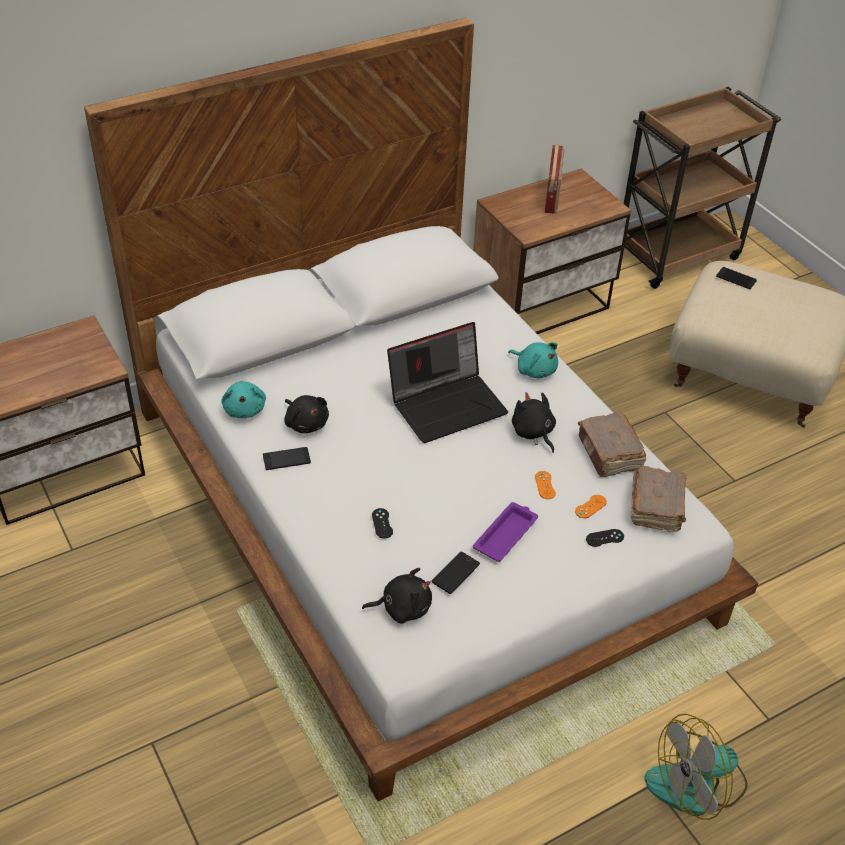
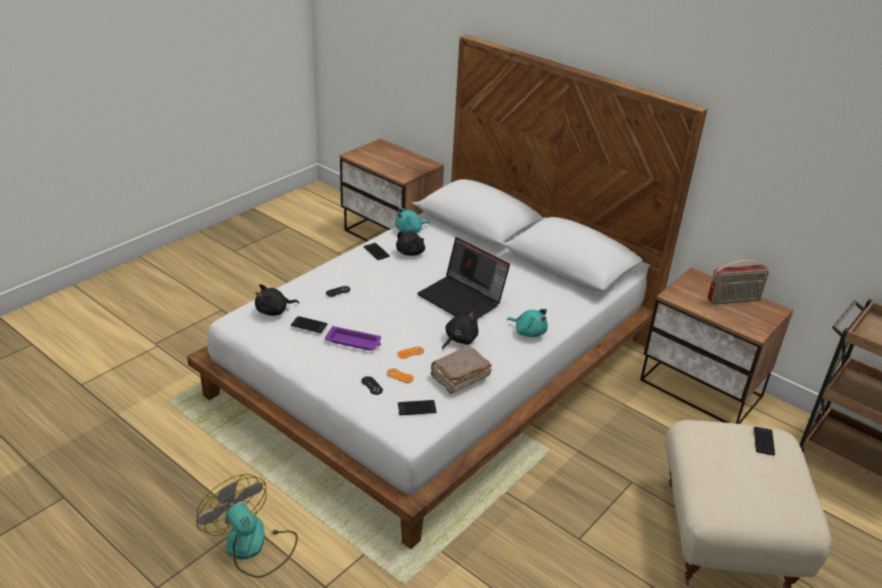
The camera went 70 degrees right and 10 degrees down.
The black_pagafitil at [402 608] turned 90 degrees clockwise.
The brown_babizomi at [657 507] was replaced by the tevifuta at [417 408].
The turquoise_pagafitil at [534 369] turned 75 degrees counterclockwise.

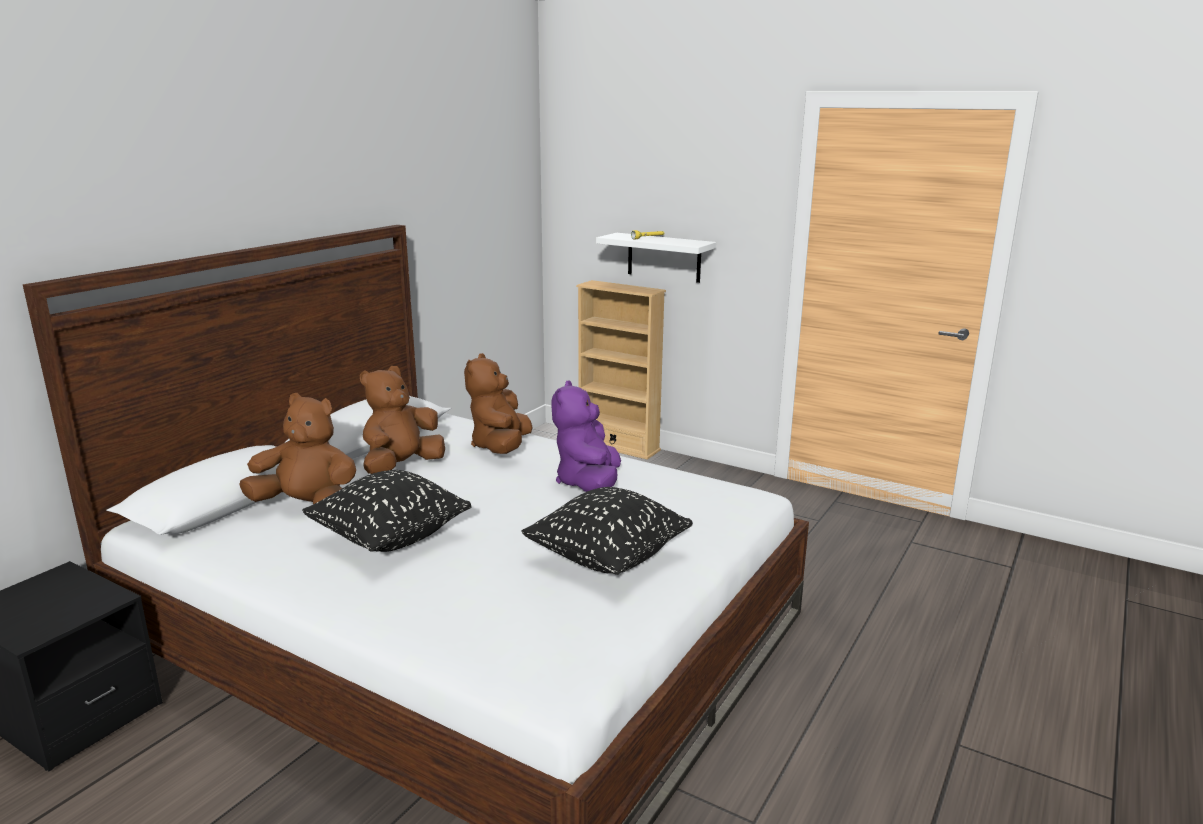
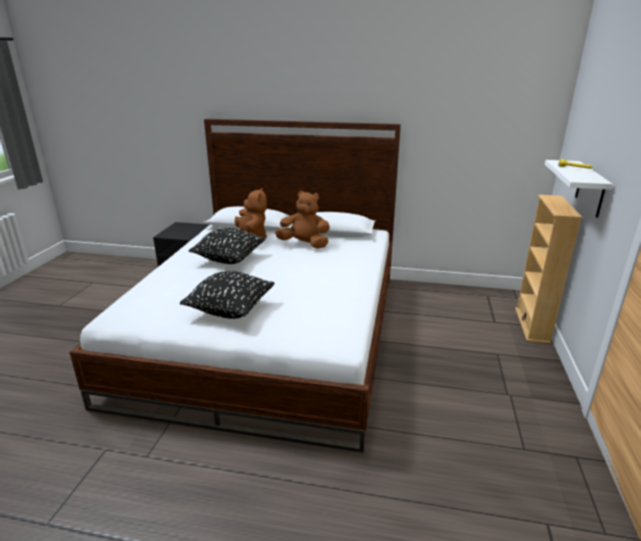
The camera went 70 degrees right and 5 degrees up.
The brown_pagafitil at [501 447] disappeared.
The purple_pagafitil at [588 483] disappeared.

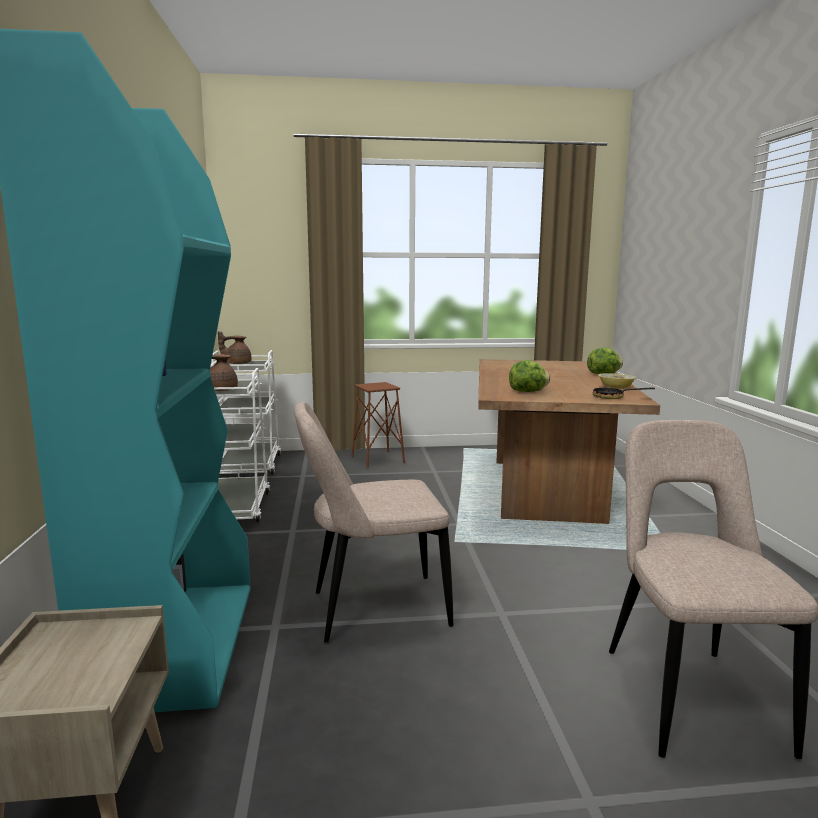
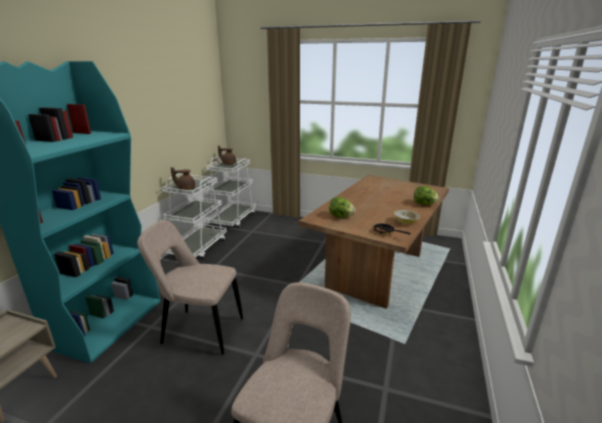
The camera went 25 degrees right and 10 degrees up.
The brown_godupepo at [378 459] disappeared.

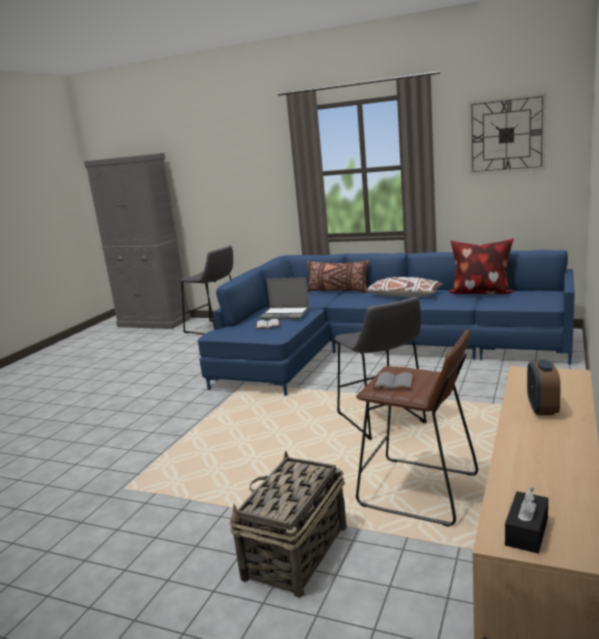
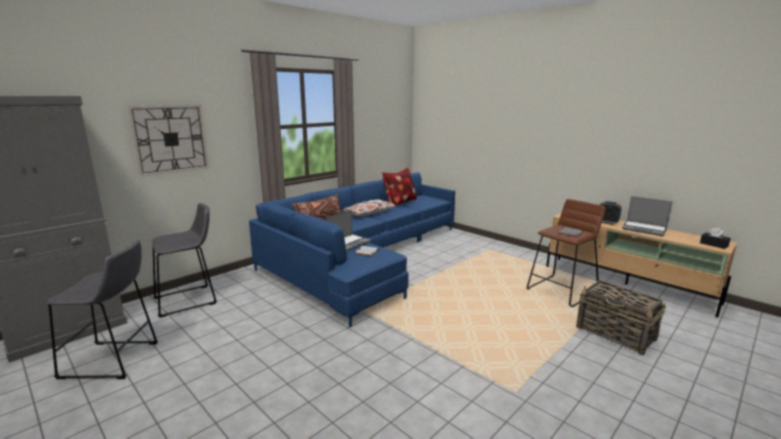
The camera went 70 degrees left and 0 degrees up.
The grey_godupepo moved from [382 420] to [114 360].
The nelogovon moved from [506 135] to [170 139].
The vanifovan at [644 229] appeared.

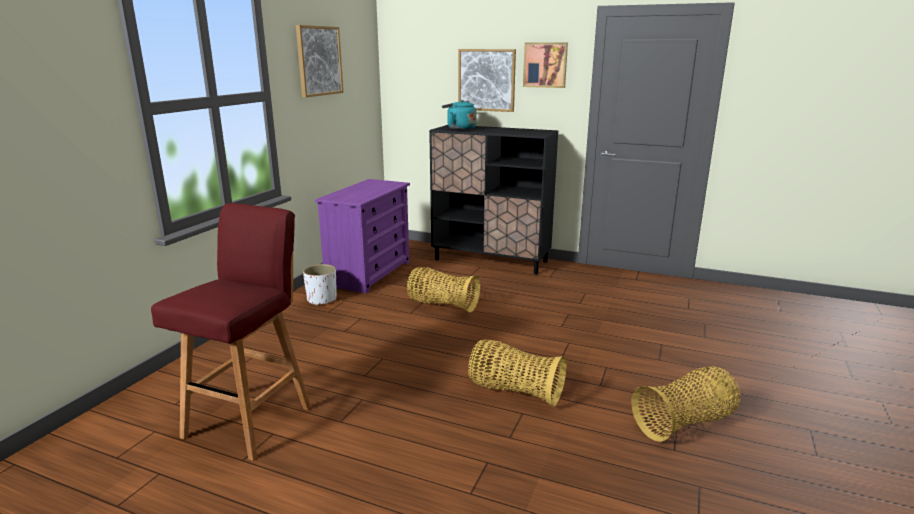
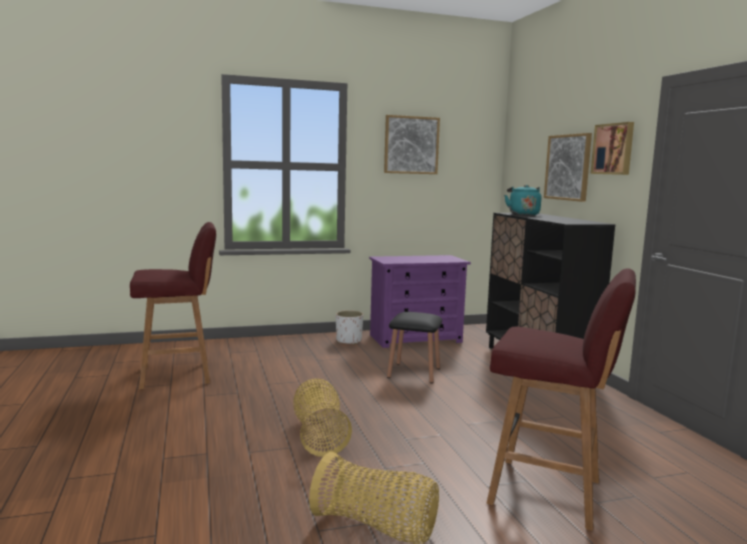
The camera went 50 degrees right and 10 degrees down.
The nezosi at [442 304] was replaced by the black_godupepo at [414 373].
The red_godupepo at [548 493] appeared.

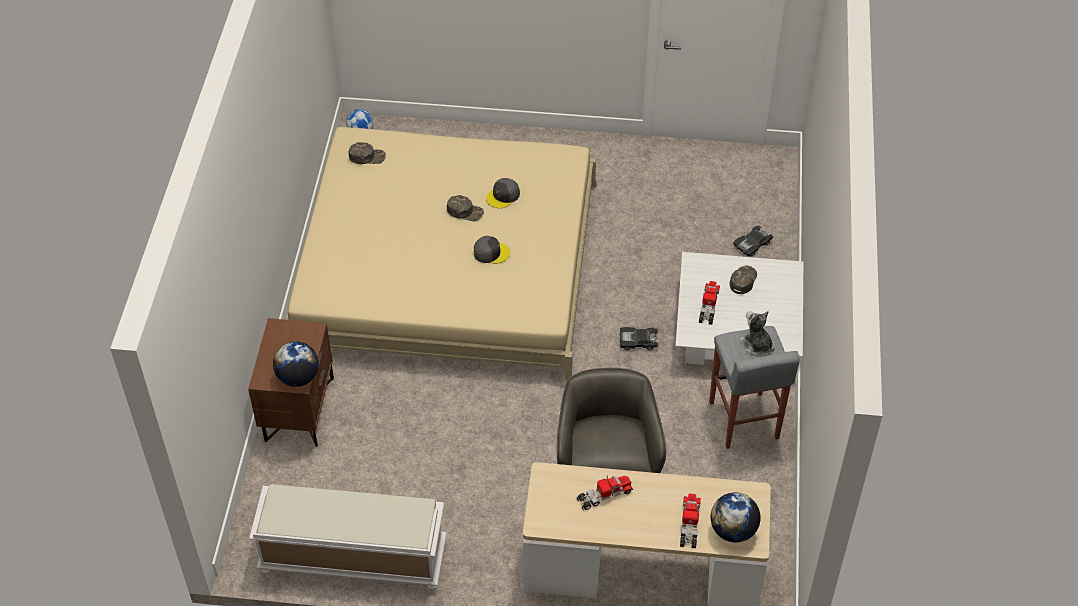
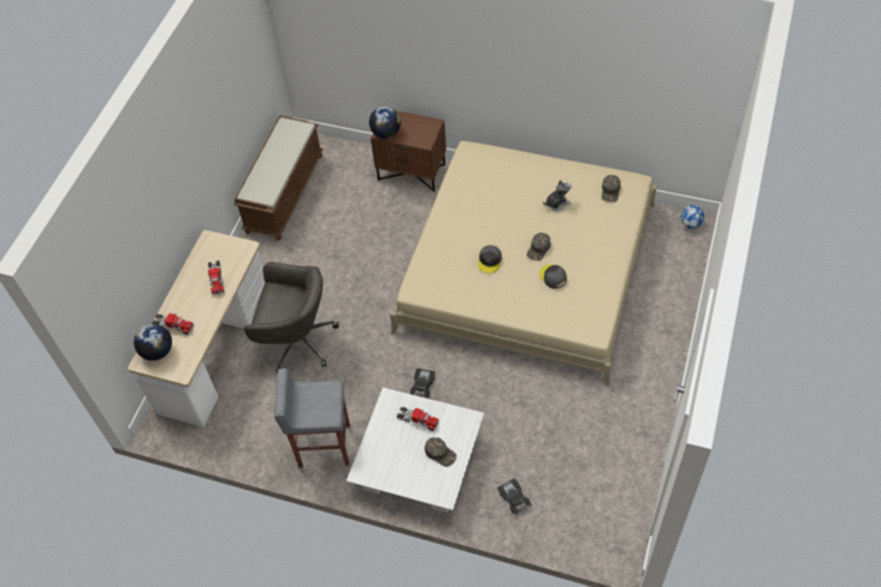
The camera went 105 degrees right and 5 degrees up.
The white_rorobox at [352 558] became the brown_rorobox at [284 192].
The pagafitil moved from [756 345] to [557 203].

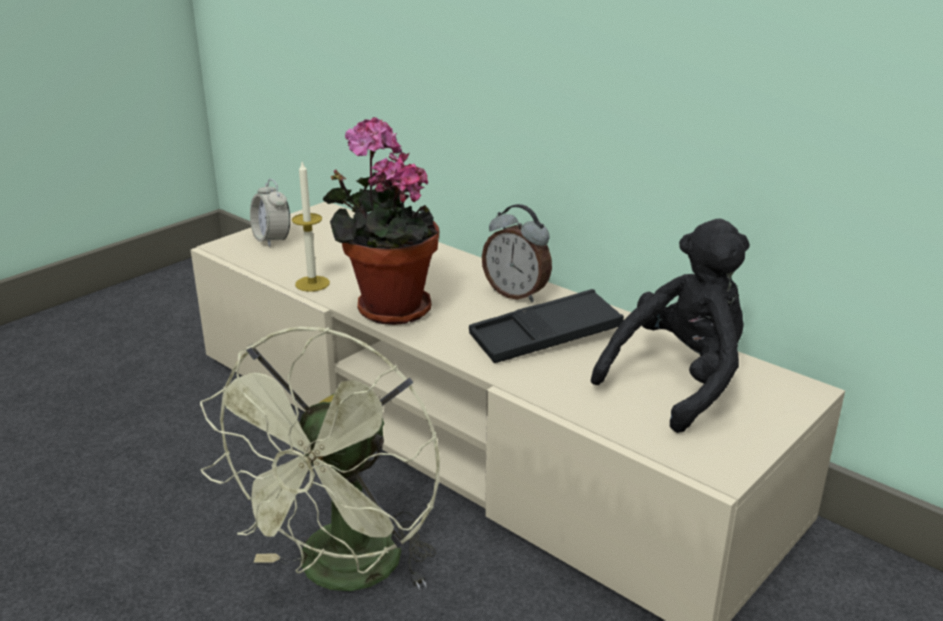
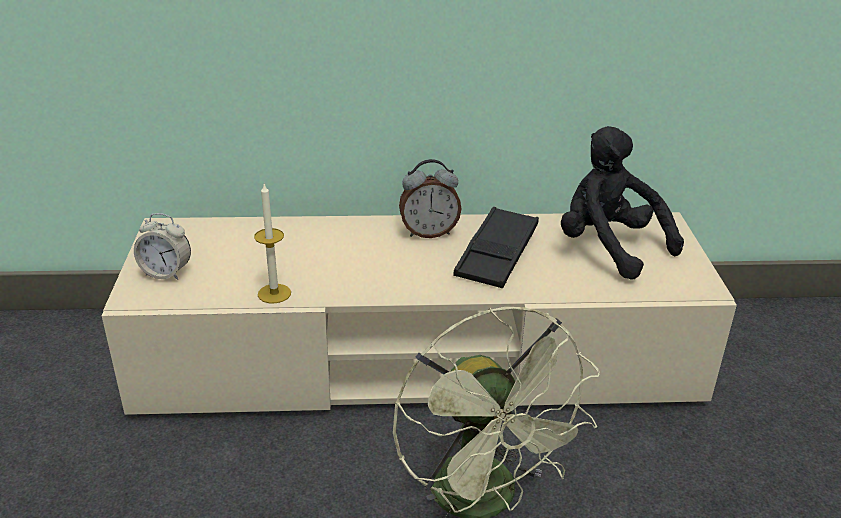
The camera went 45 degrees left and 5 degrees up.
The black_pagafitil at [679 382] turned 45 degrees counterclockwise.
The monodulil at [387 308] disappeared.

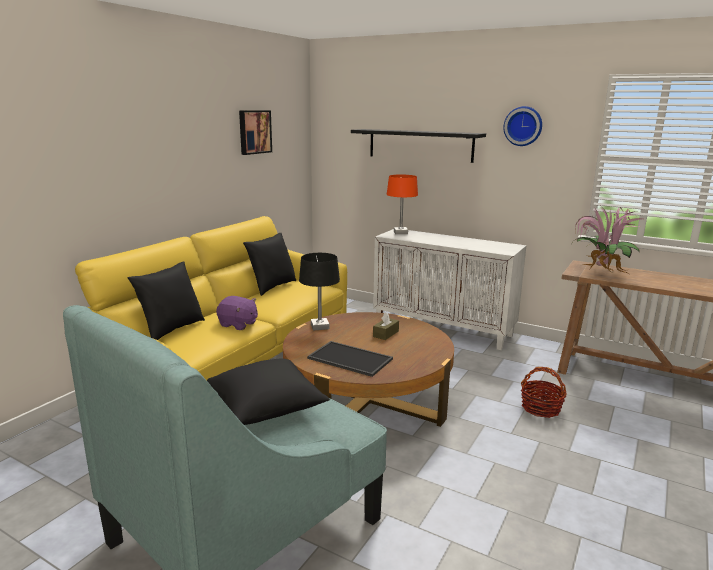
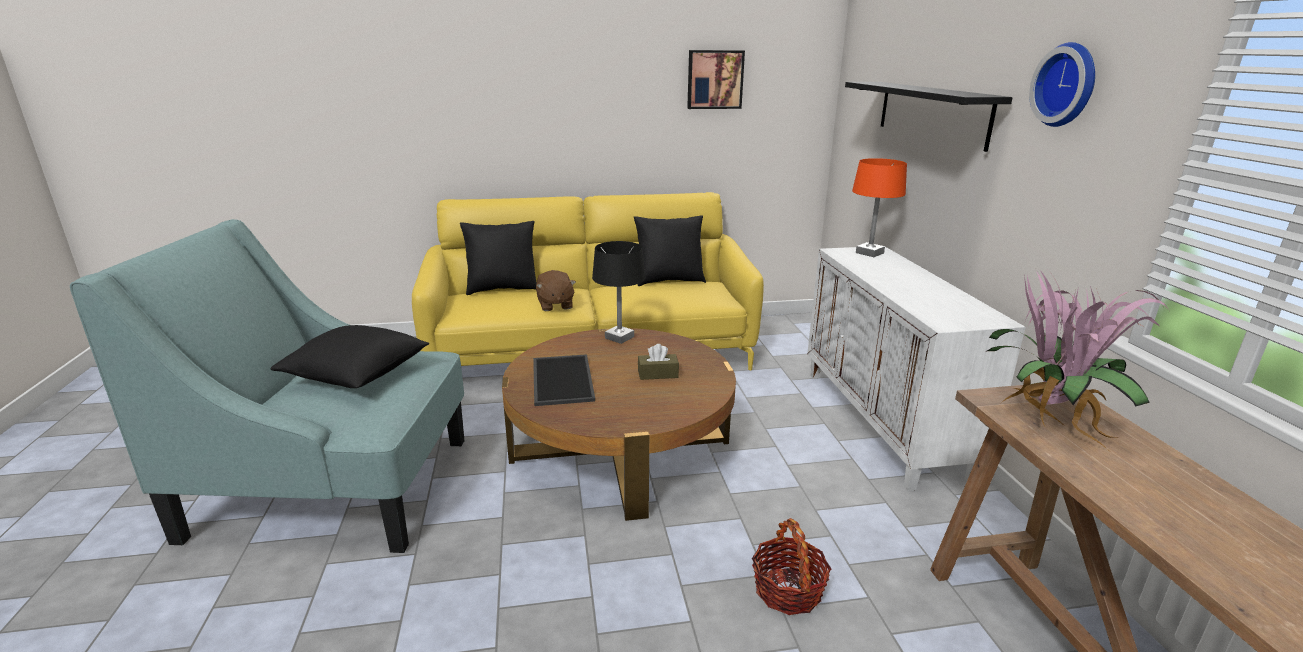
The camera went 50 degrees right and 5 degrees up.
The purple_pagafitil at [238 325] became the brown_pagafitil at [555 305].

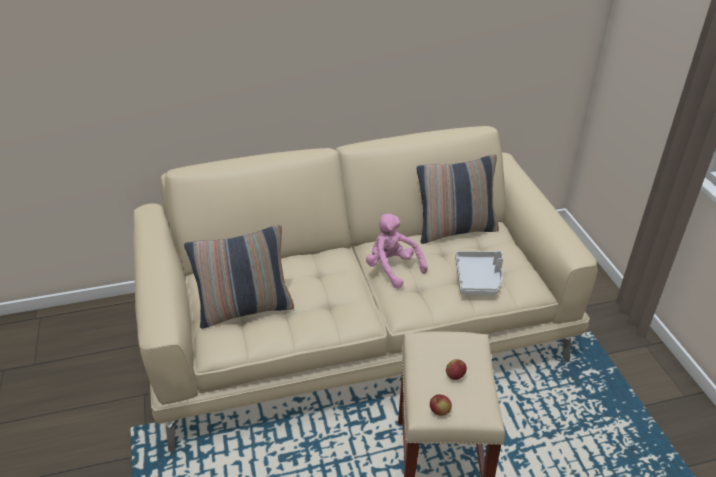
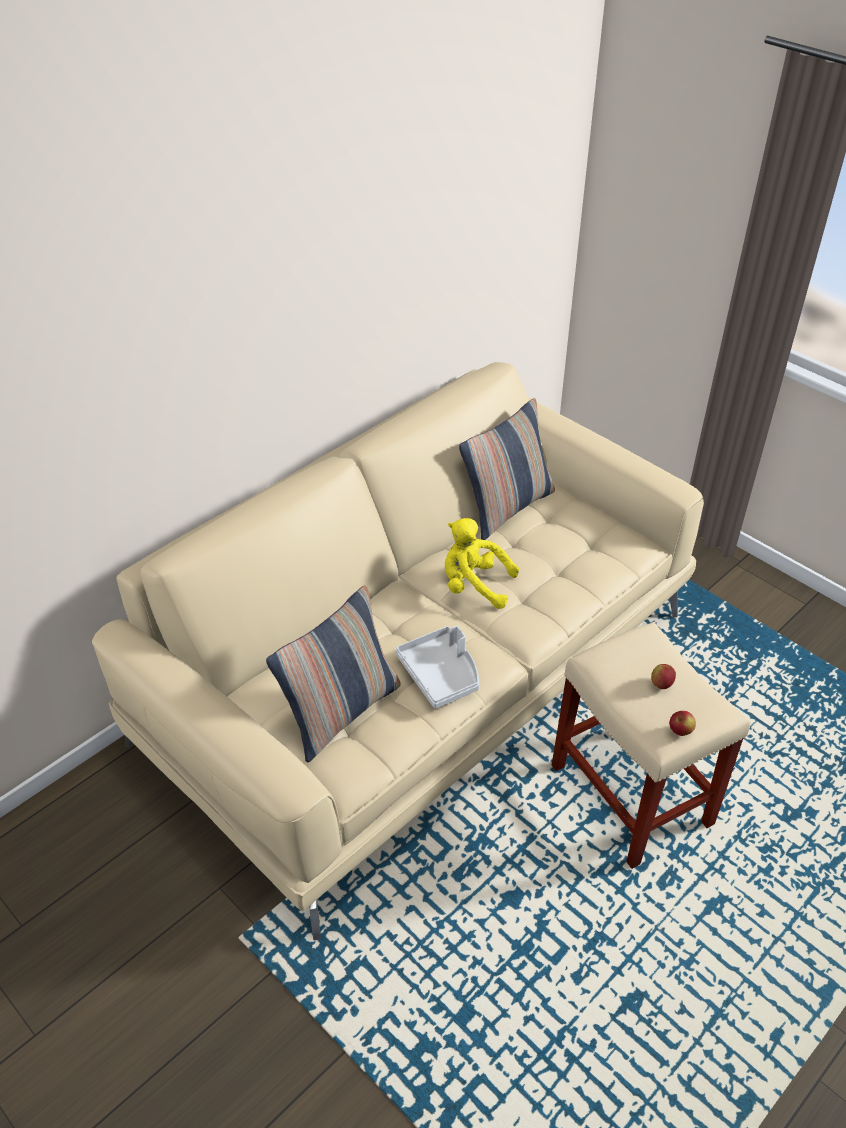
The camera went 30 degrees left and 5 degrees up.
The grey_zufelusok moved from [478 279] to [441 674].
The pink_pagafitil at [392 268] became the yellow_pagafitil at [474 585].

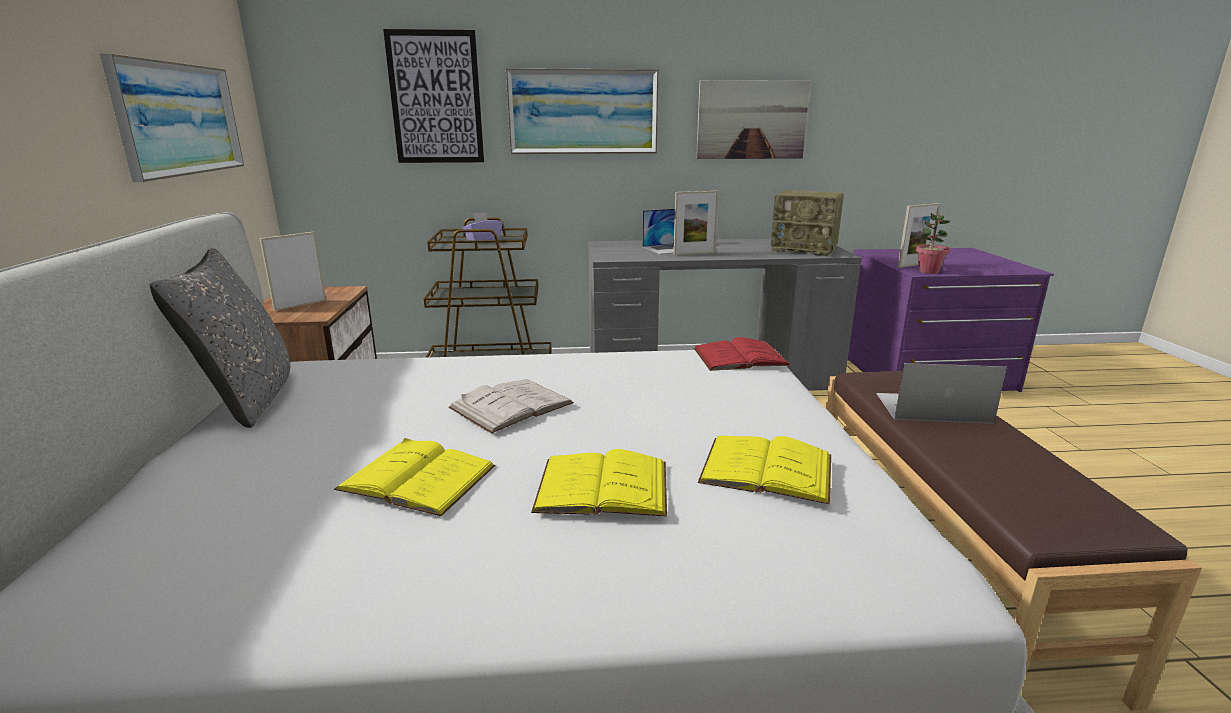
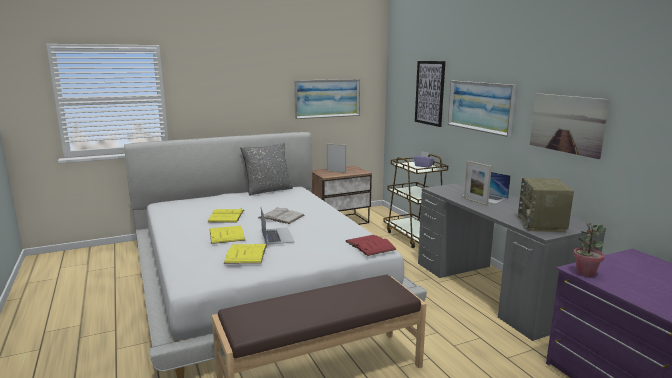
The camera went 70 degrees right and 5 degrees down.
The vanifovan moved from [931 408] to [277 236].
The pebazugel at [914 265] disappeared.

